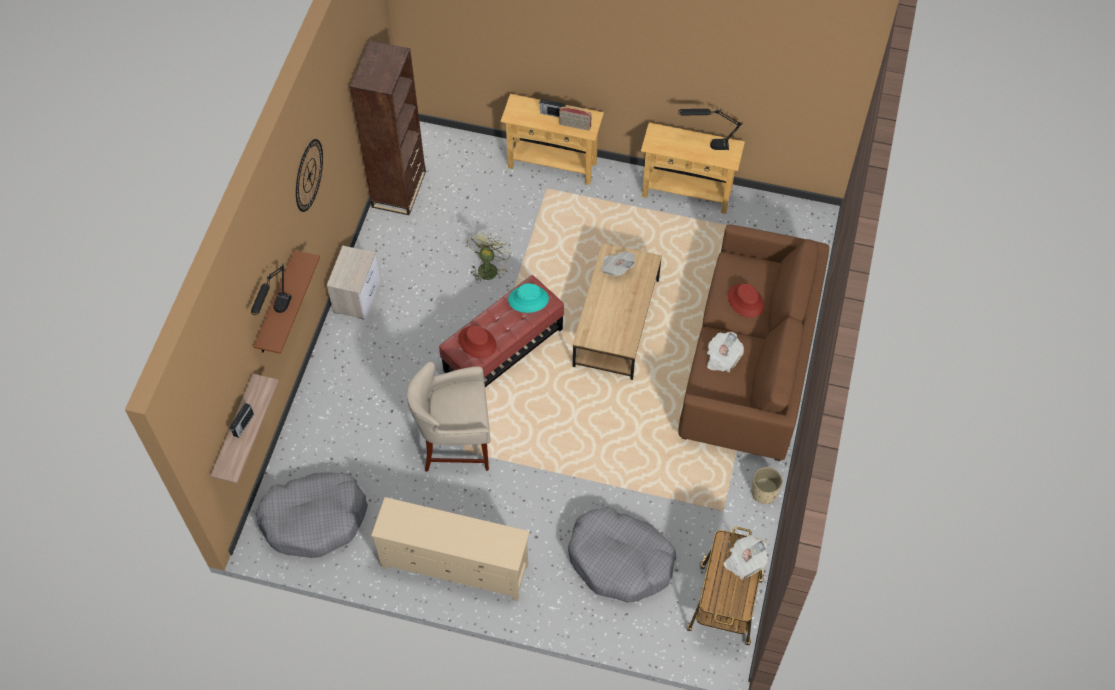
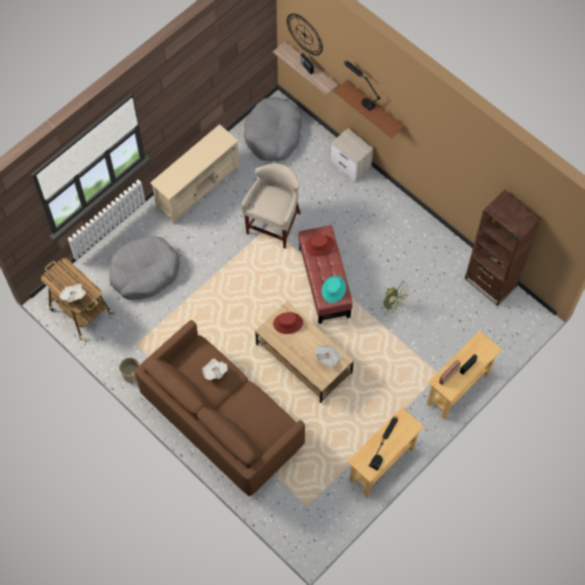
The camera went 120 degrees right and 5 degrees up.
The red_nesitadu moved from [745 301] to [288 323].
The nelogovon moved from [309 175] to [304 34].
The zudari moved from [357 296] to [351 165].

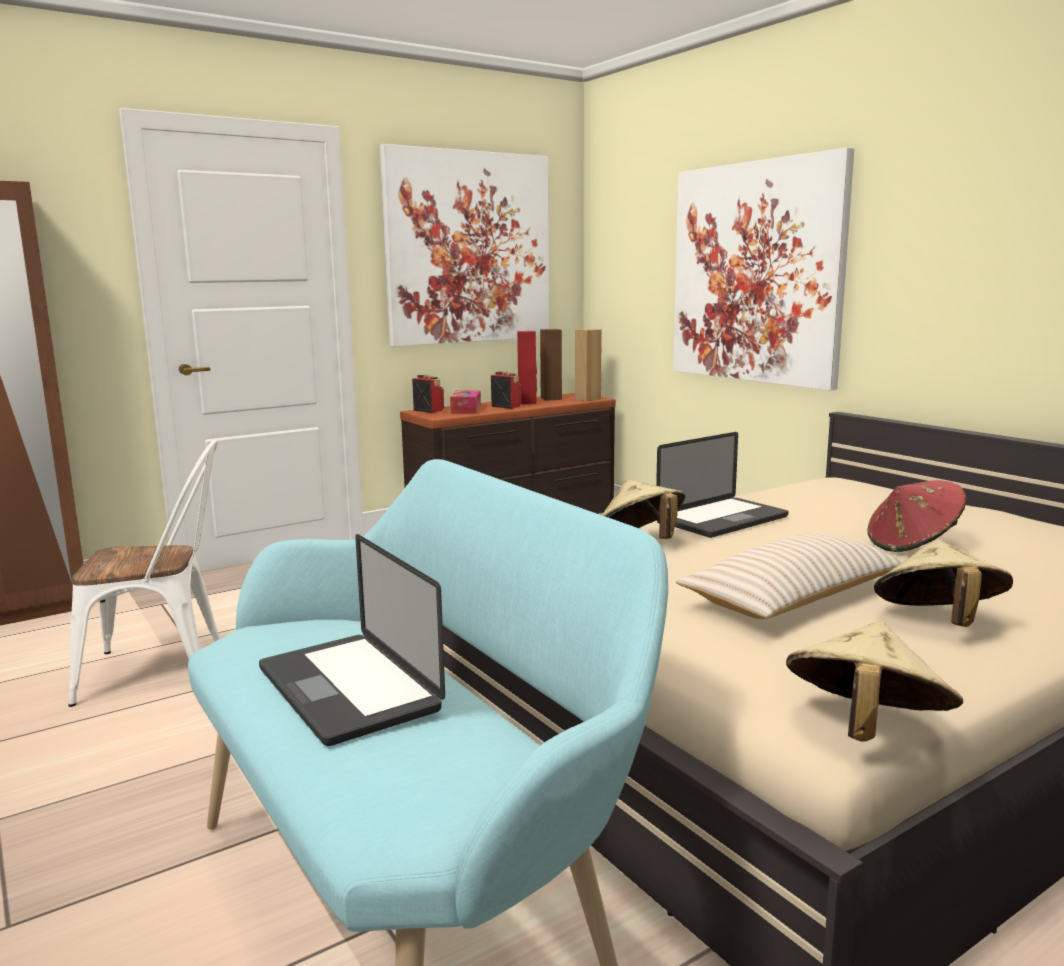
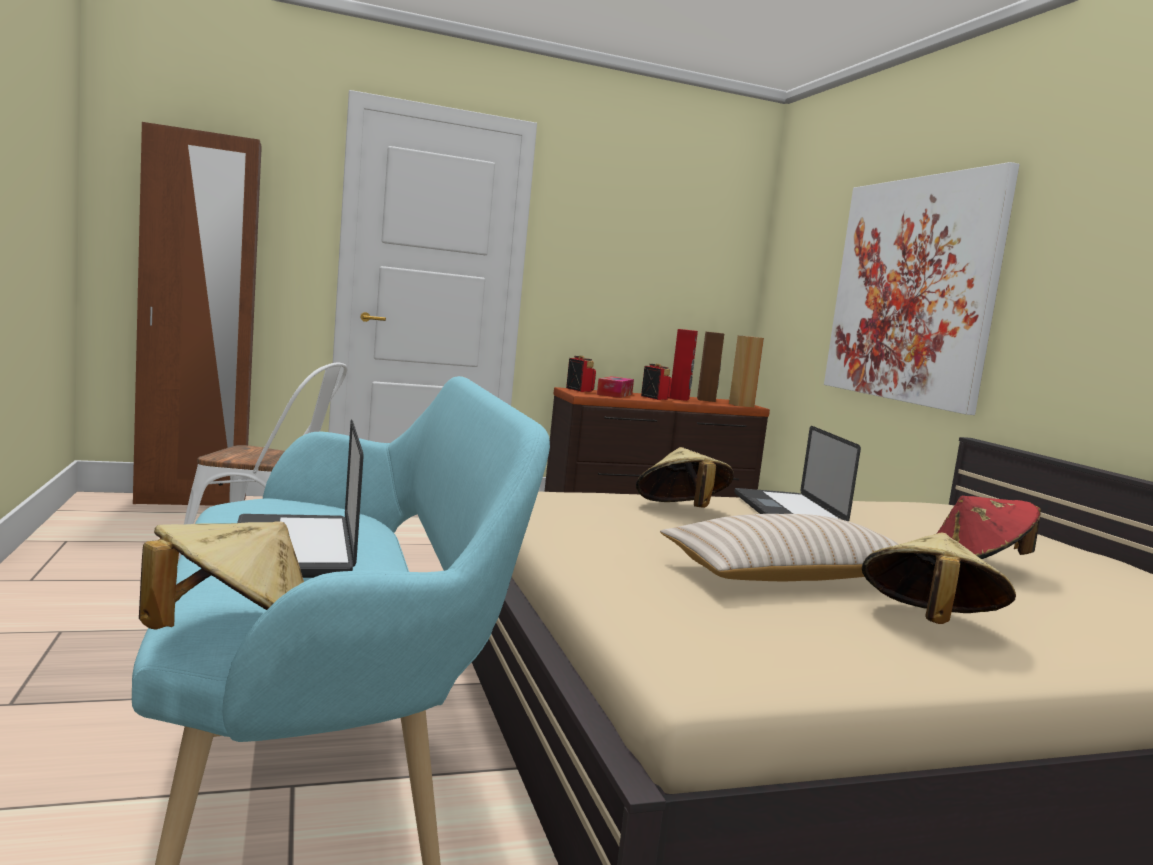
The camera went 15 degrees right and 5 degrees down.
The beige_nesitadu moved from [865 729] to [234 637].
The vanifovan at [722 519] turned 105 degrees clockwise.
The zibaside at [468 248] disappeared.

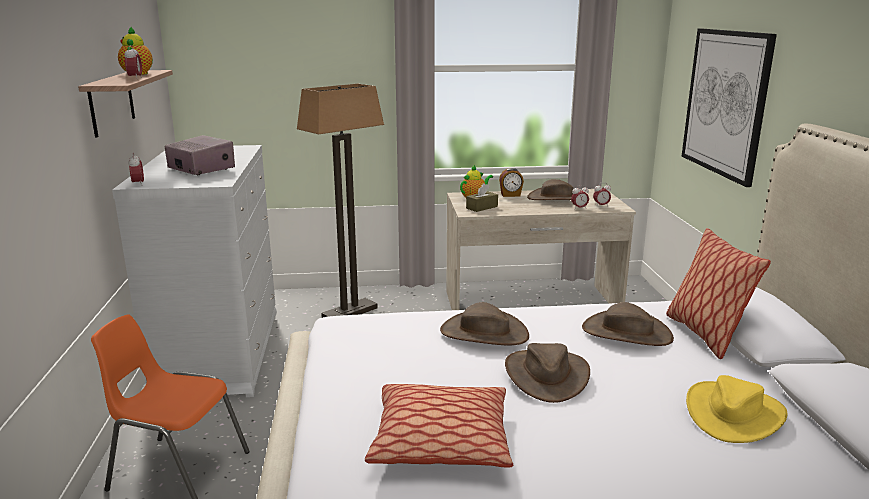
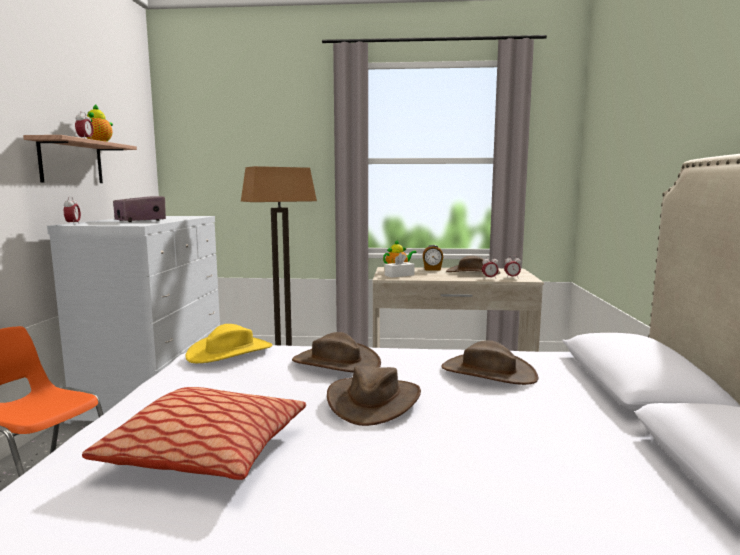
The camera went 10 degrees right and 10 degrees down.
The yellow_nesitadu moved from [733 413] to [230 352].
The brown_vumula at [482 207] became the white_vumula at [399 275].
The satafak at [704 334] disappeared.
The zibaside at [725 103] disappeared.

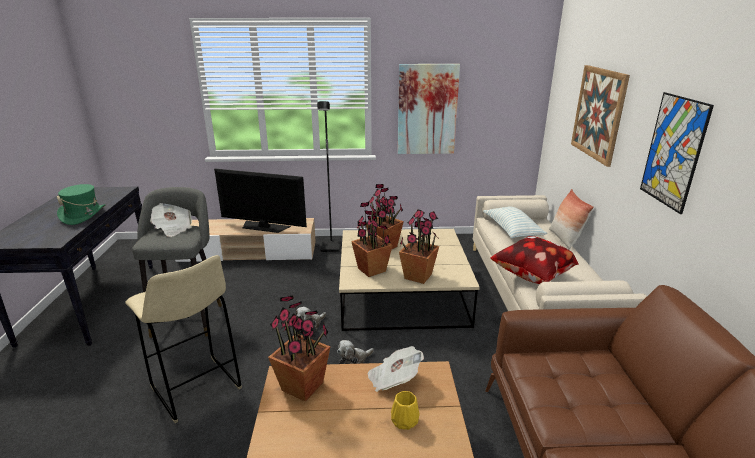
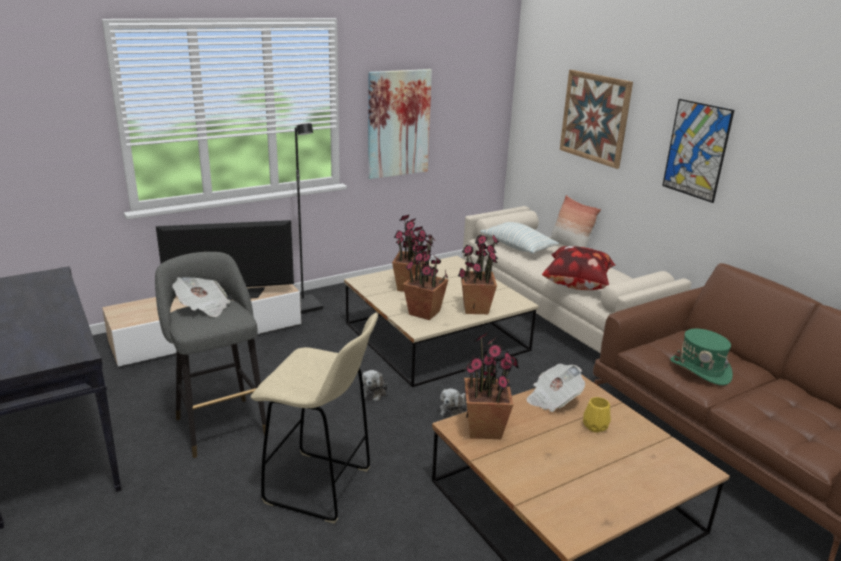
The camera went 30 degrees left and 0 degrees up.
The green_nesitadu moved from [83 215] to [700 370].

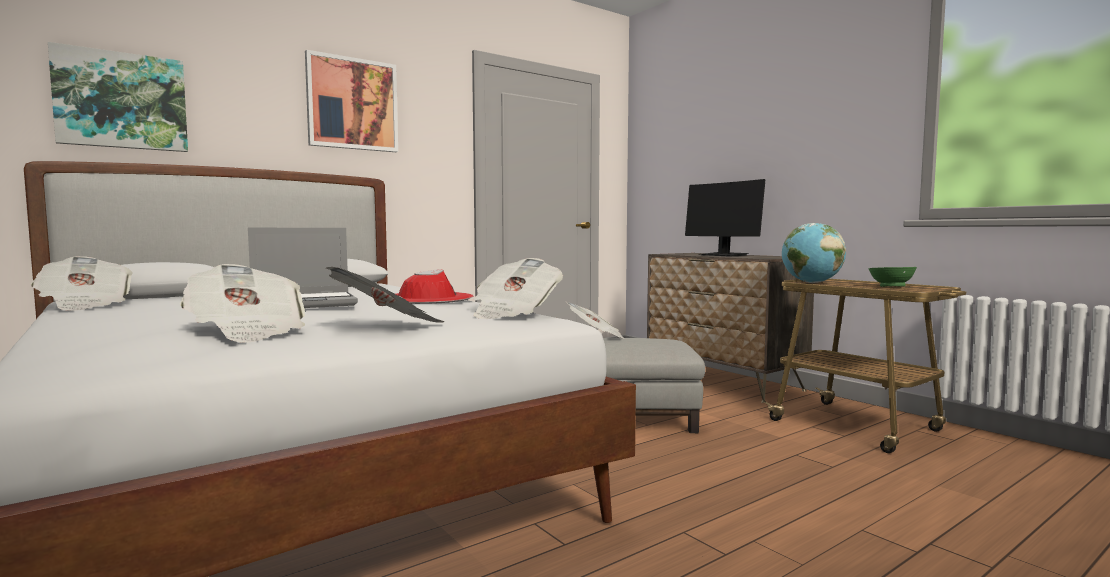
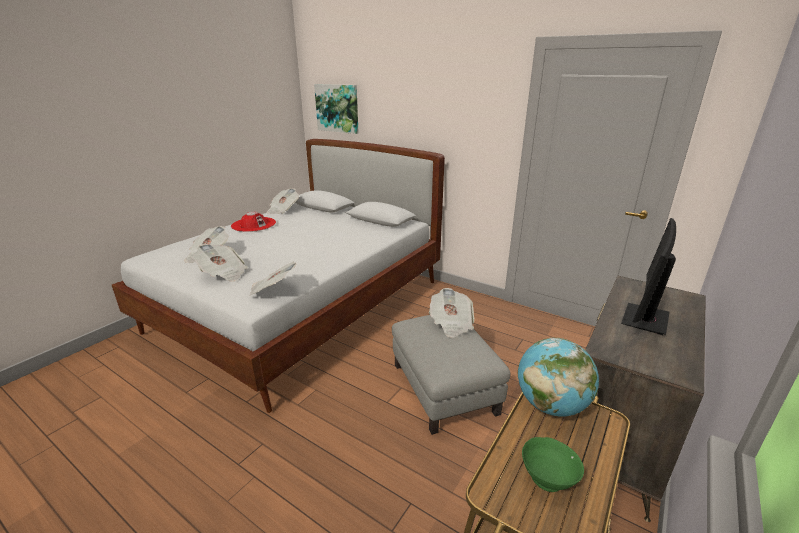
The camera went 70 degrees right and 20 degrees up.
The red_nesitadu moved from [426 298] to [253 224].
The vanifovan at [305 303] disappeared.
The zibaside at [352 104] disappeared.

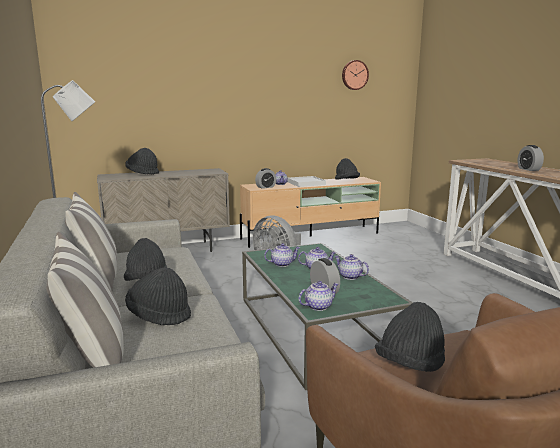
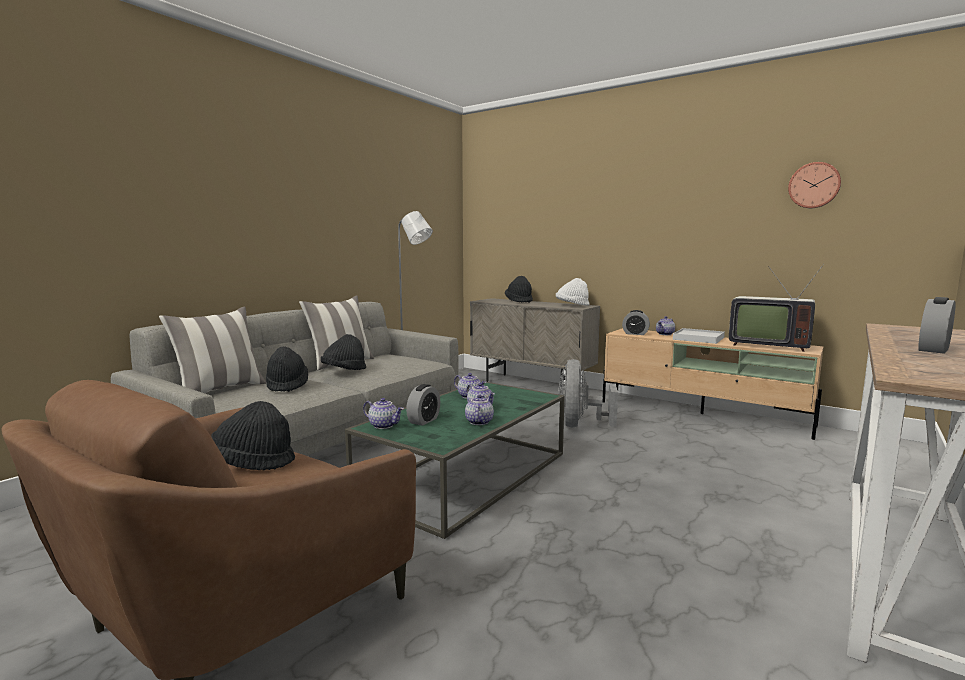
The camera went 55 degrees right and 5 degrees down.
The white_nesitadu at [572 305] appeared.
The black_nesitadu at [346 181] was replaced by the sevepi at [767 345].

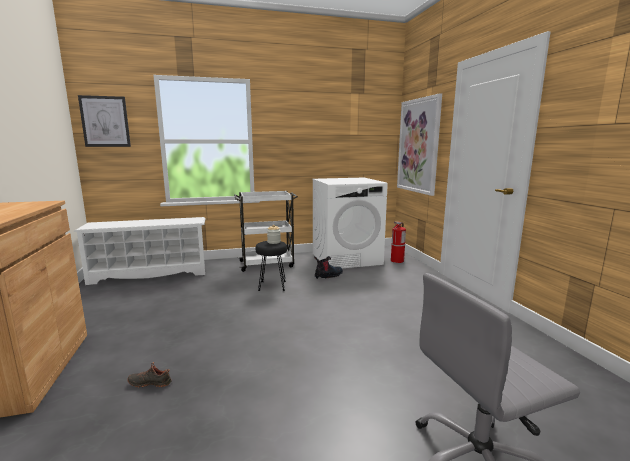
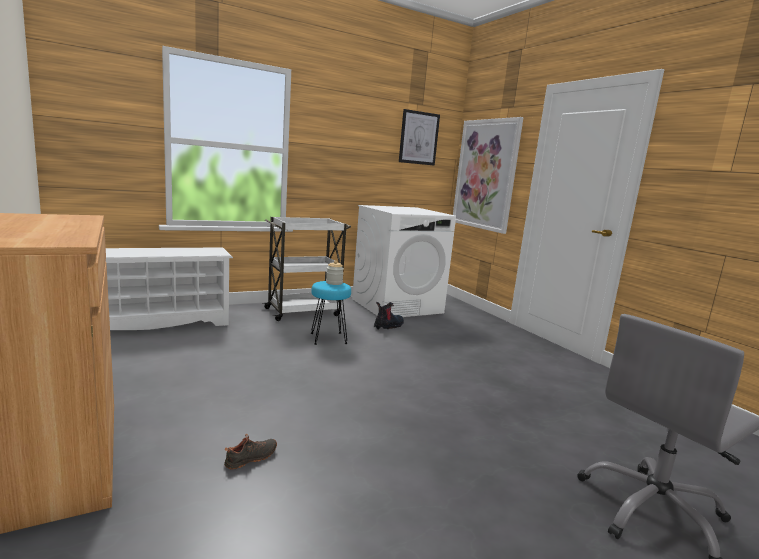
The camera went 15 degrees left and 0 degrees up.
The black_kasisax at [150 382] turned 150 degrees clockwise.
The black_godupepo at [272 286] became the turquoise_godupepo at [328 339].
The zibaside moved from [105 121] to [418 138].
The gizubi at [397 261] disappeared.

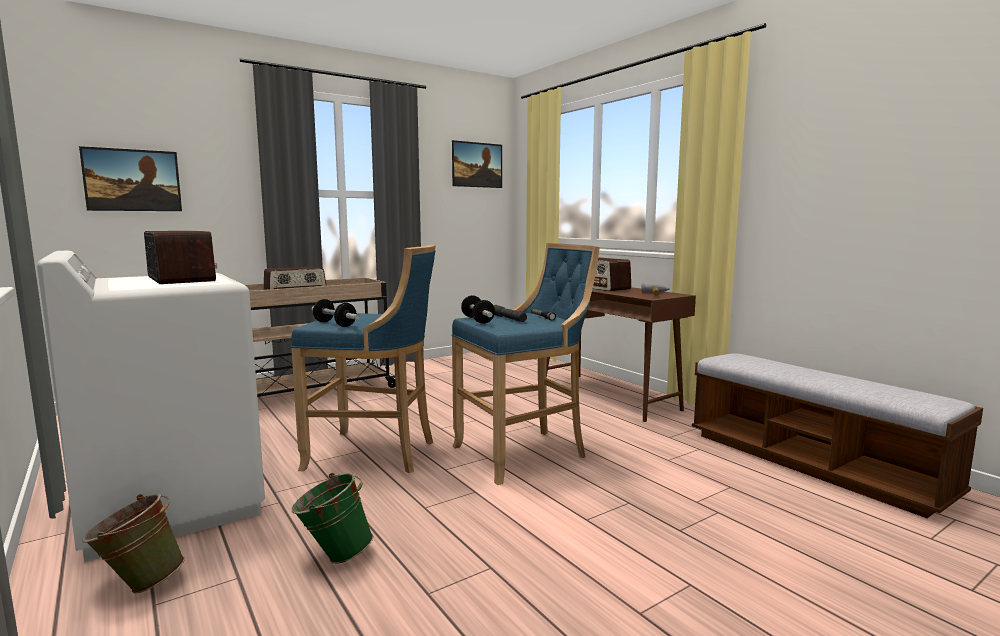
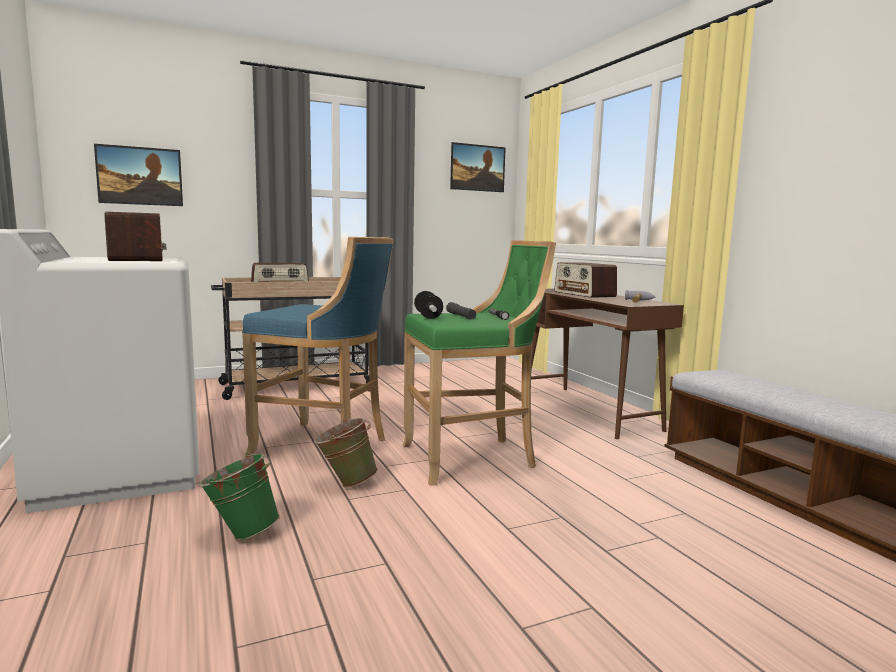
The camera went 10 degrees right and 0 degrees up.
The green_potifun moved from [139 584] to [345 483].
The blue_godupepo at [524 453] became the green_godupepo at [473 458].
The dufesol at [335 324] disappeared.

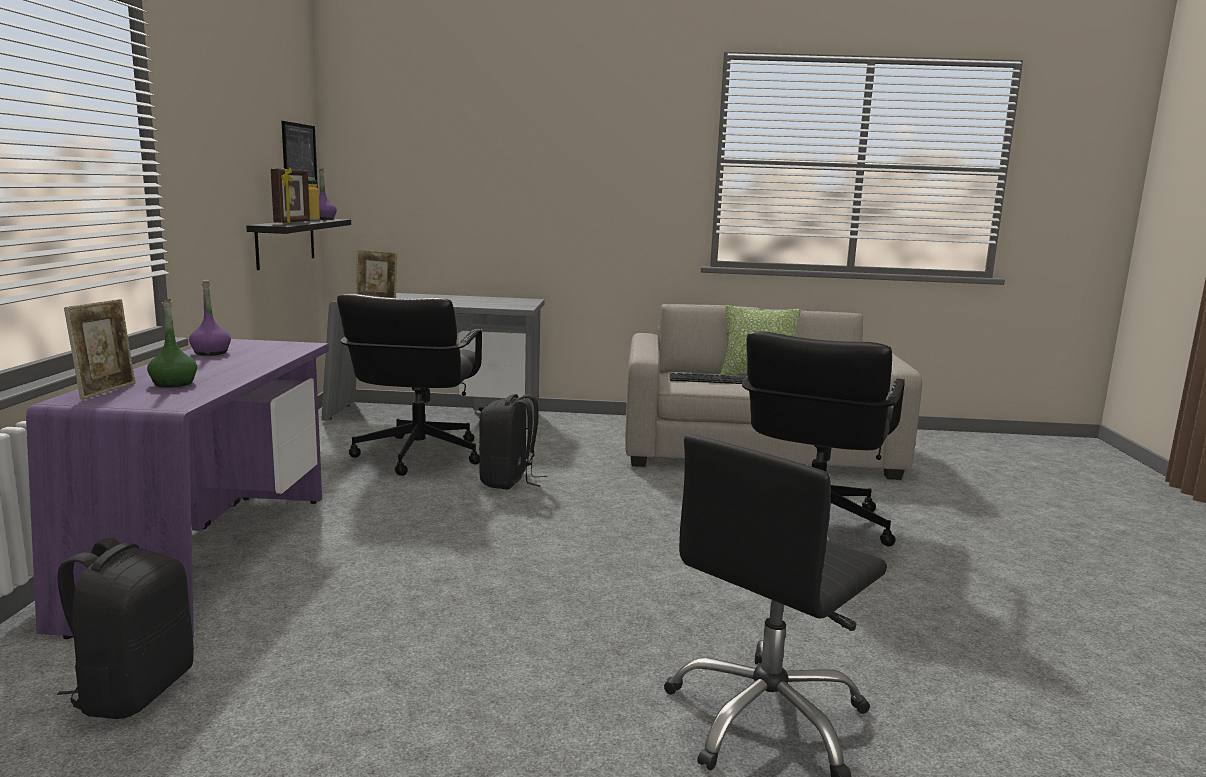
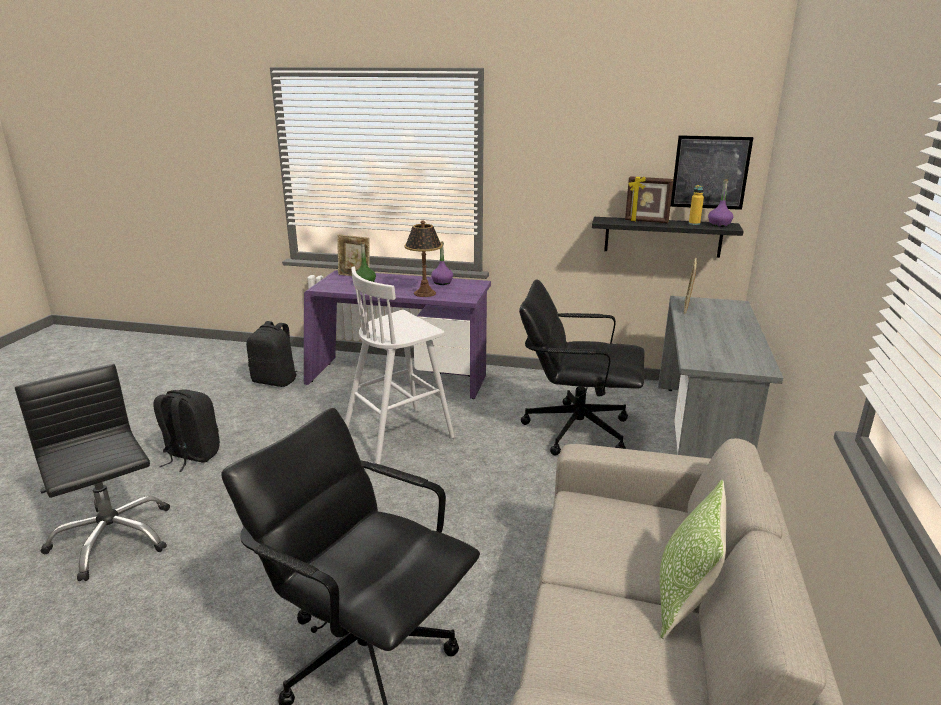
The camera went 100 degrees right and 10 degrees up.
The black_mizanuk moved from [508 481] to [191 456].
The white_godupepo at [400 435] appeared.
The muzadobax at [424 293] appeared.
The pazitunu at [709 379] disappeared.

